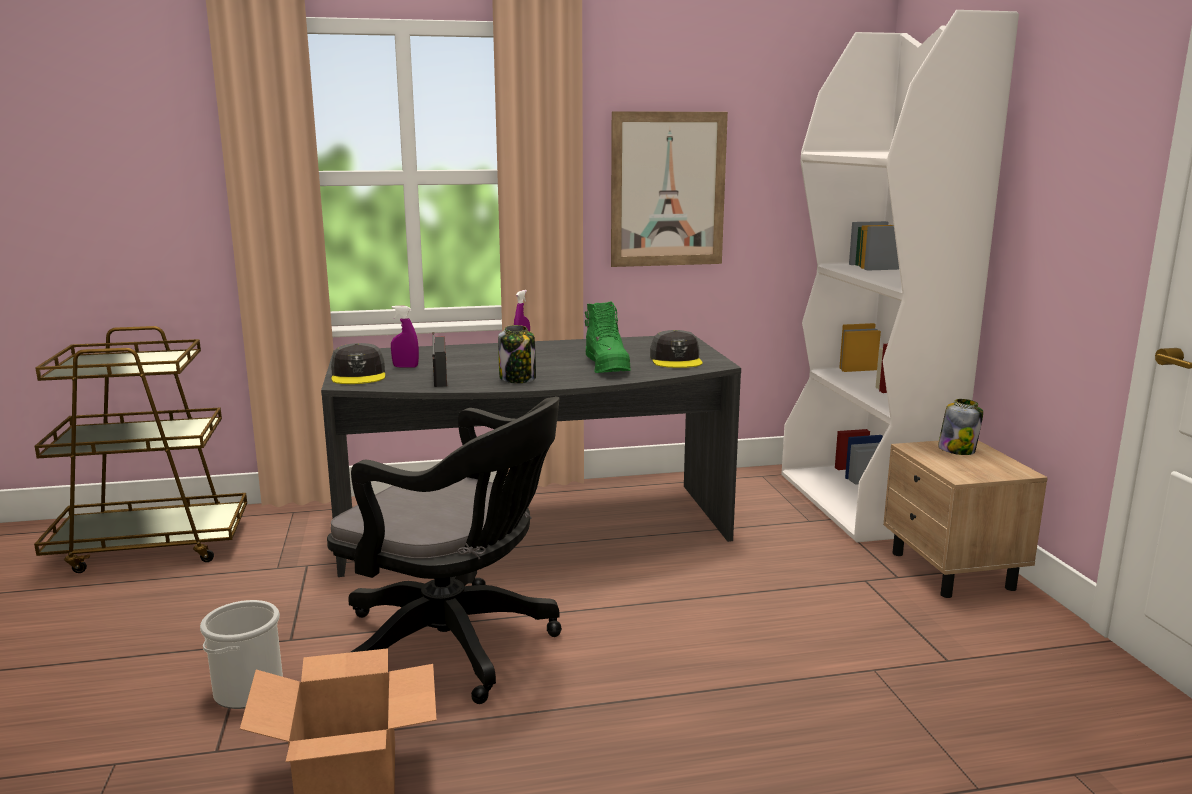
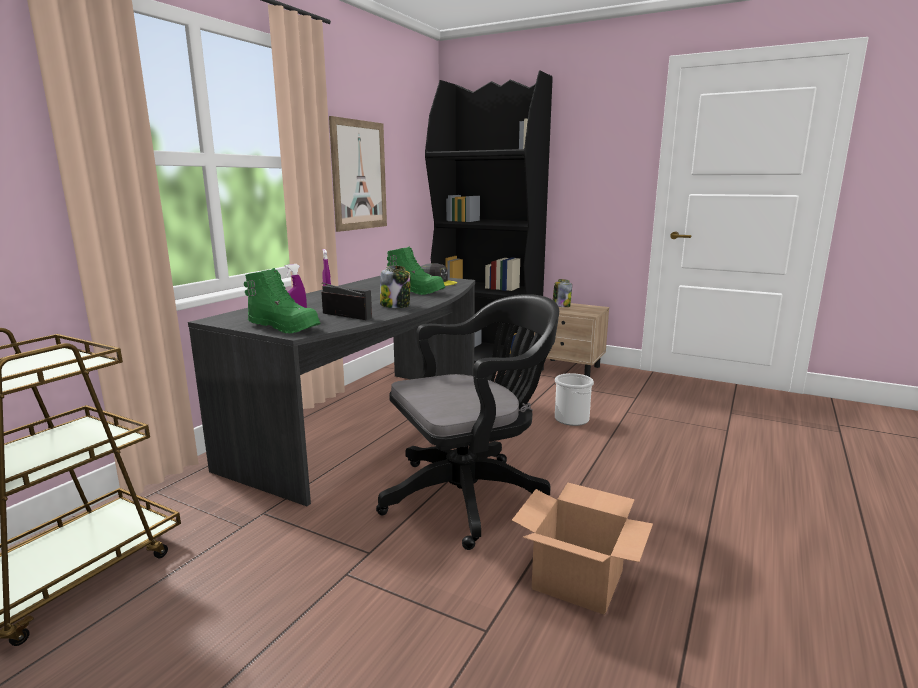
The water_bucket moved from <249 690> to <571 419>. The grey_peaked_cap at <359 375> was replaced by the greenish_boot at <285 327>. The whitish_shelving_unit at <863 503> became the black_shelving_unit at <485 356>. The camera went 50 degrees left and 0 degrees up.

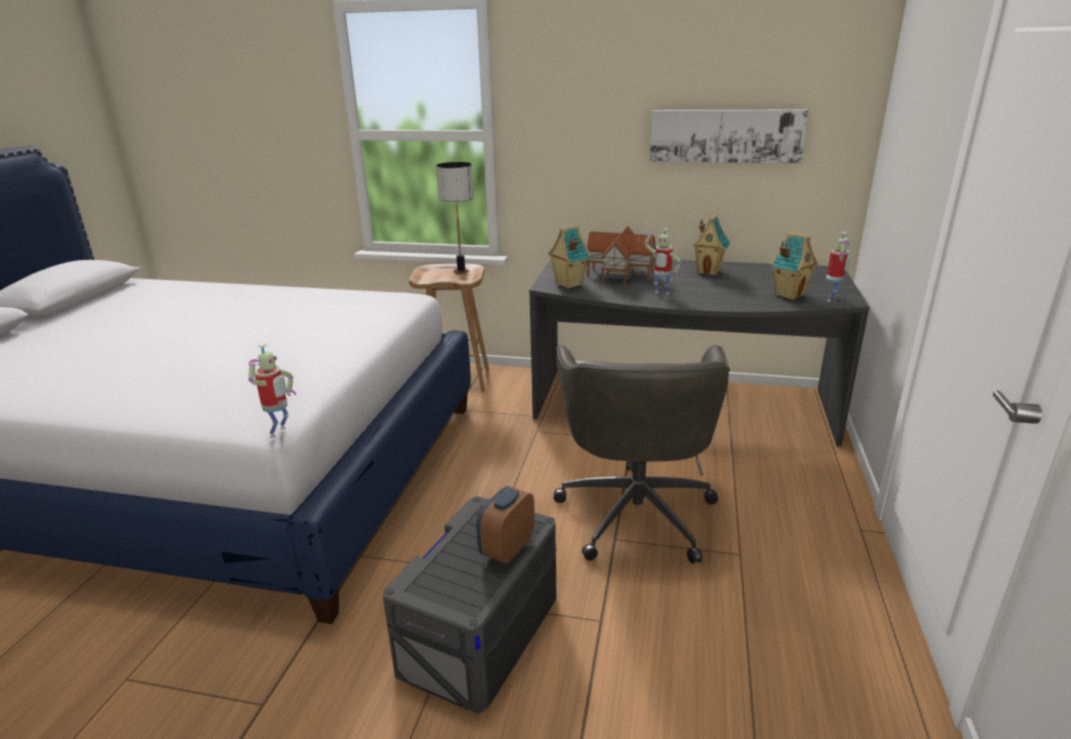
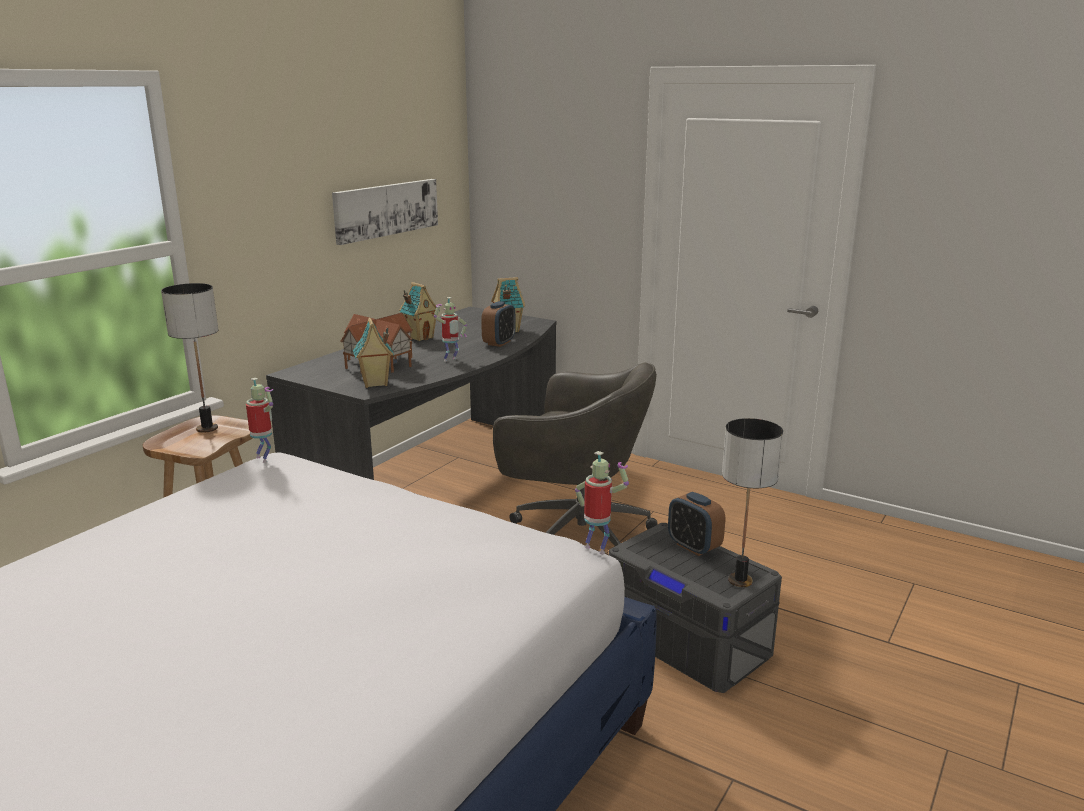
The robot_figure moved from <832 299> to <264 458>. The table_clock at <499 343> appeared. The lamp_for_a_table at <739 581> appeared. The camera went 70 degrees left and 5 degrees down.

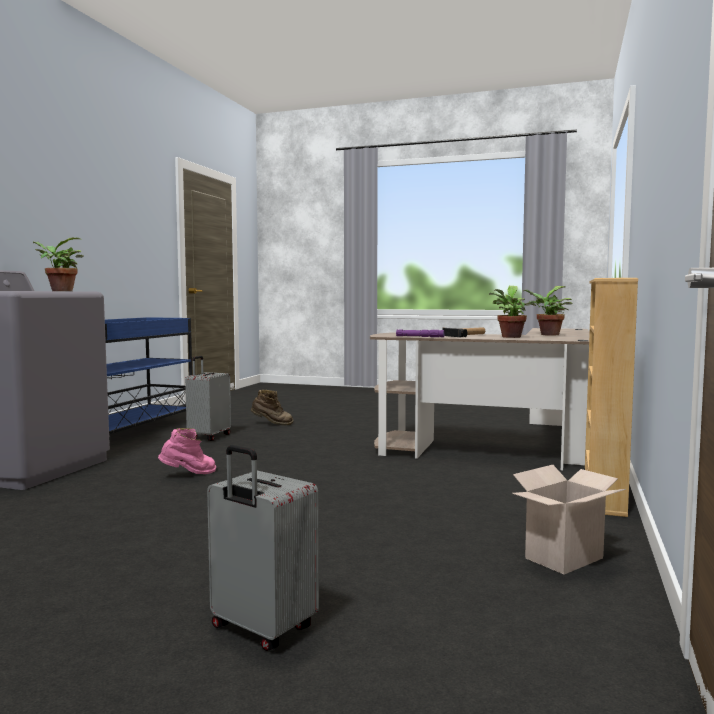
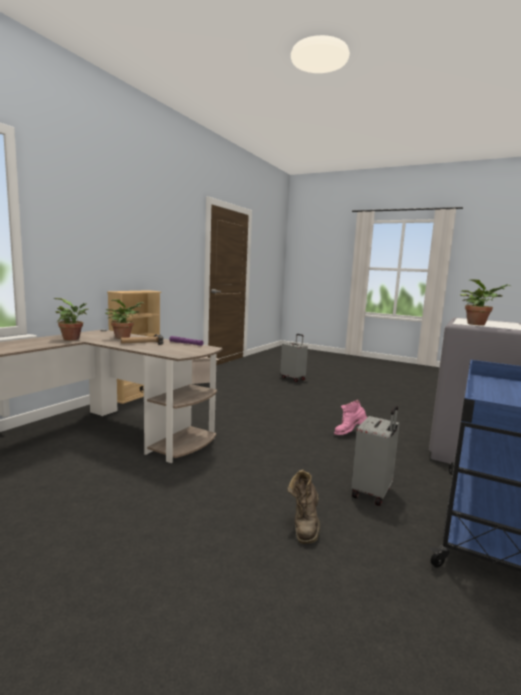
The brown_boot at <272 424> turned 90 degrees counterclockwise. The camera went 170 degrees left and 5 degrees up.

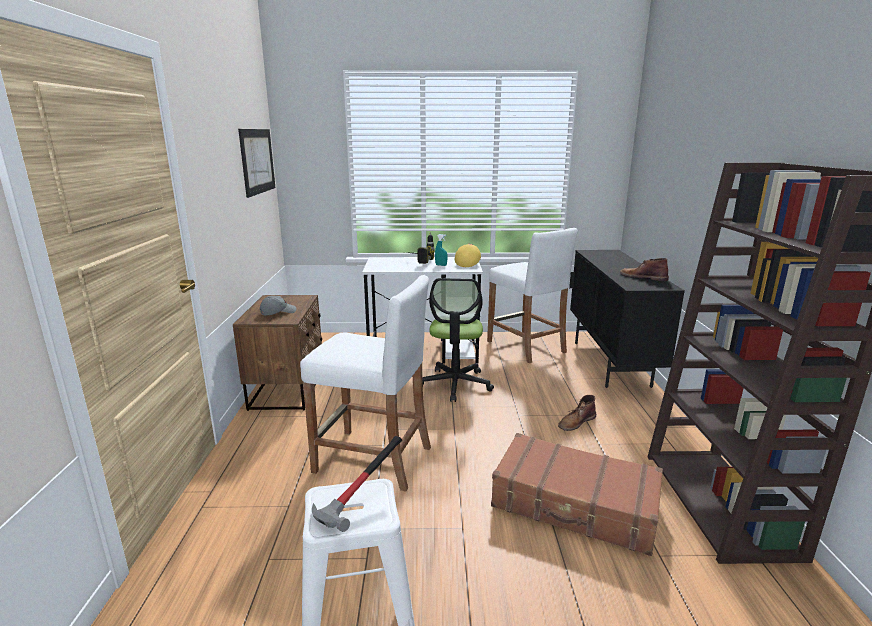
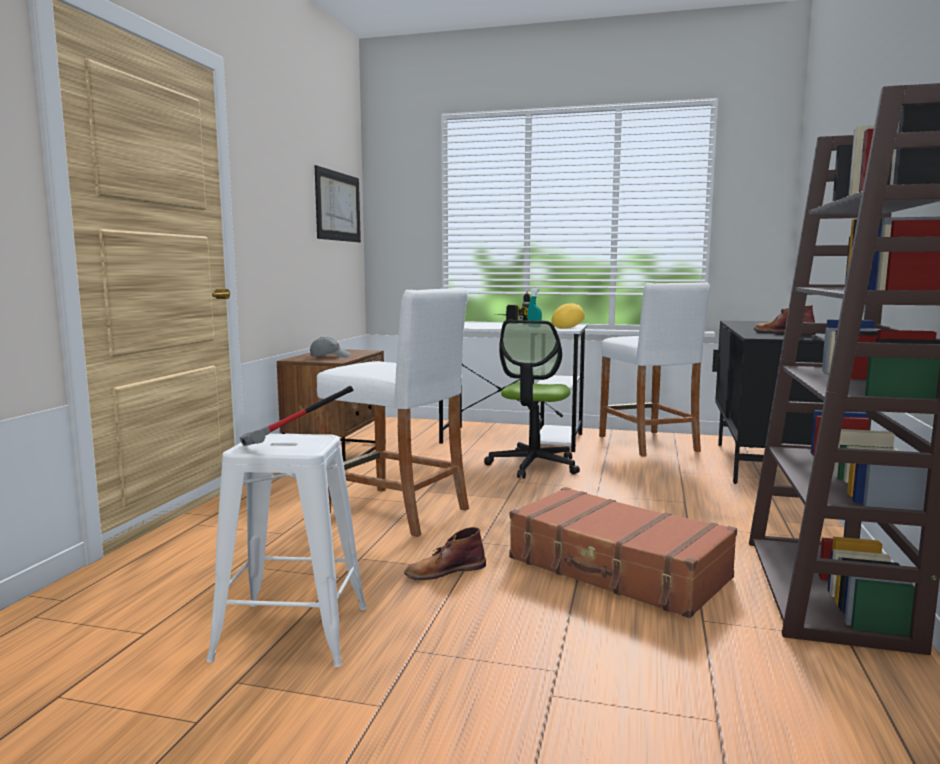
The brown_boot moved from <576 422> to <444 570>. The camera went 15 degrees right and 10 degrees down.

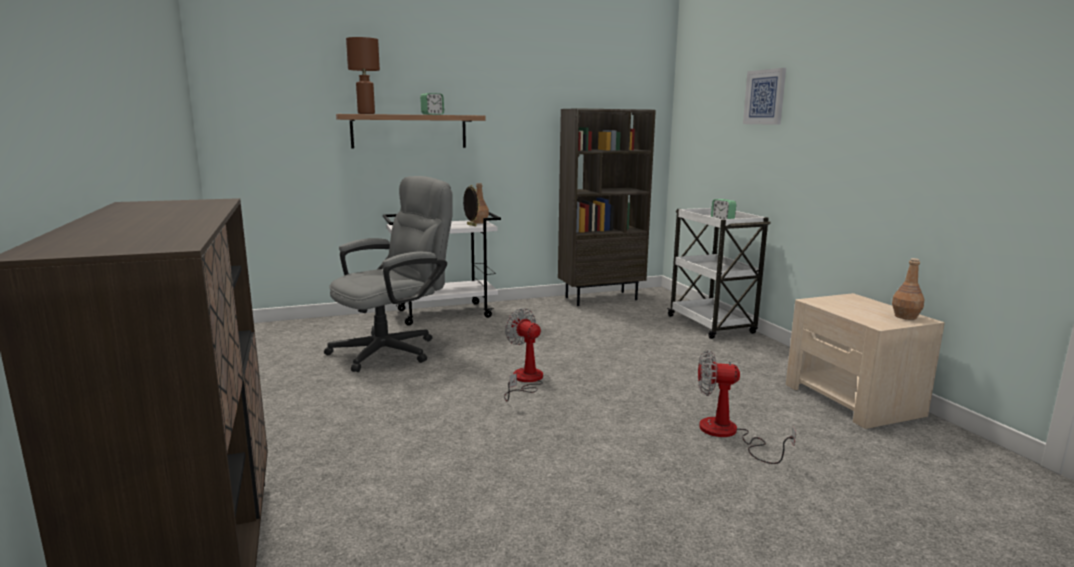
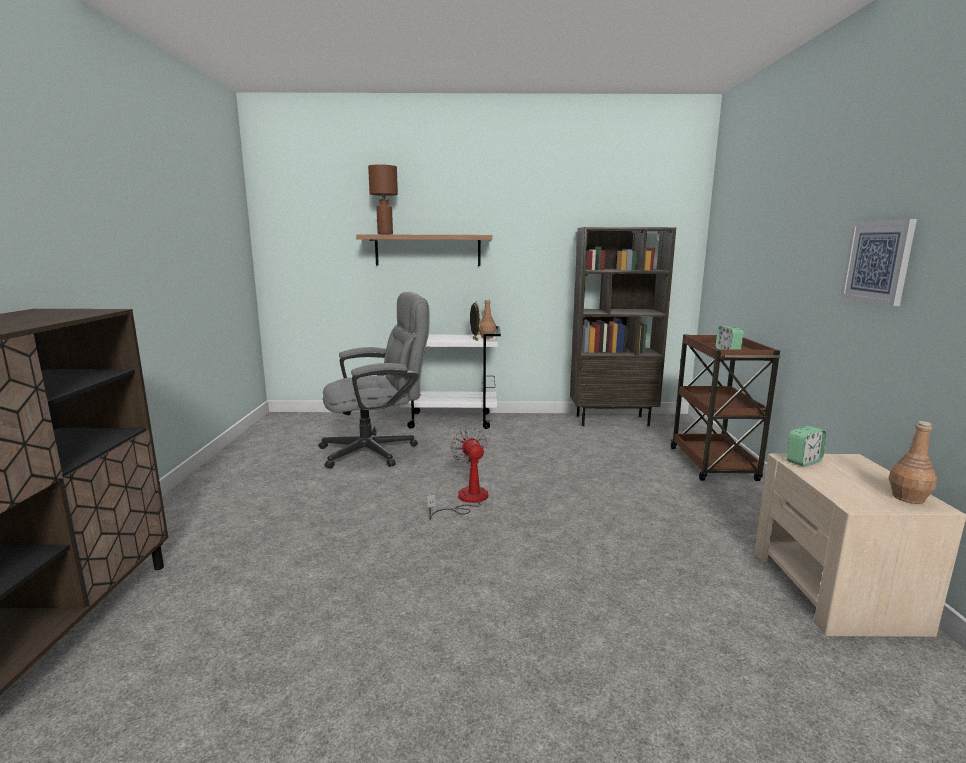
The table_clock moved from <432 114> to <803 461>. The whitish_wheeled_cart at <711 325> became the brown_wheeled_cart at <713 465>. The fan at <728 434> disappeared. The picture moved from <765 97> to <878 261>. The camera went 20 degrees right and 0 degrees up.

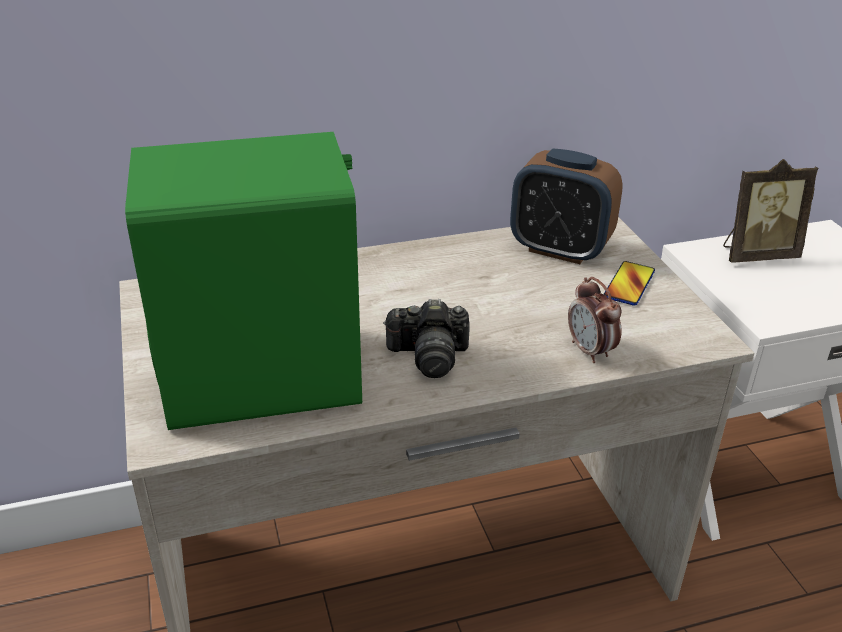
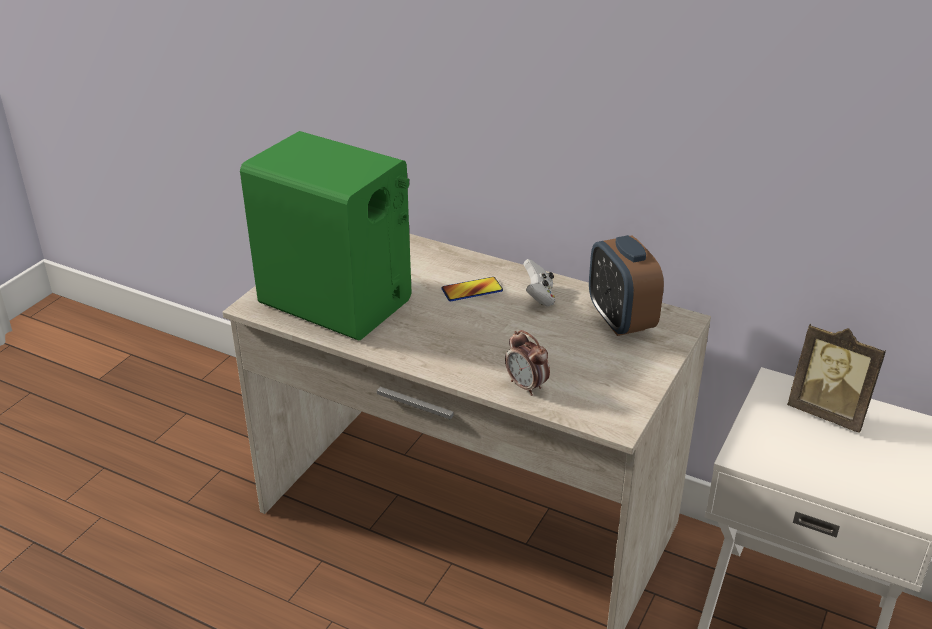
The photo_camera at <429 356> disappeared. The table_clock at <590 351> turned 60 degrees counterclockwise. The handset moved from <629 284> to <472 290>. The whitish_game_controller at <539 297> appeared. The camera went 45 degrees right and 0 degrees up.

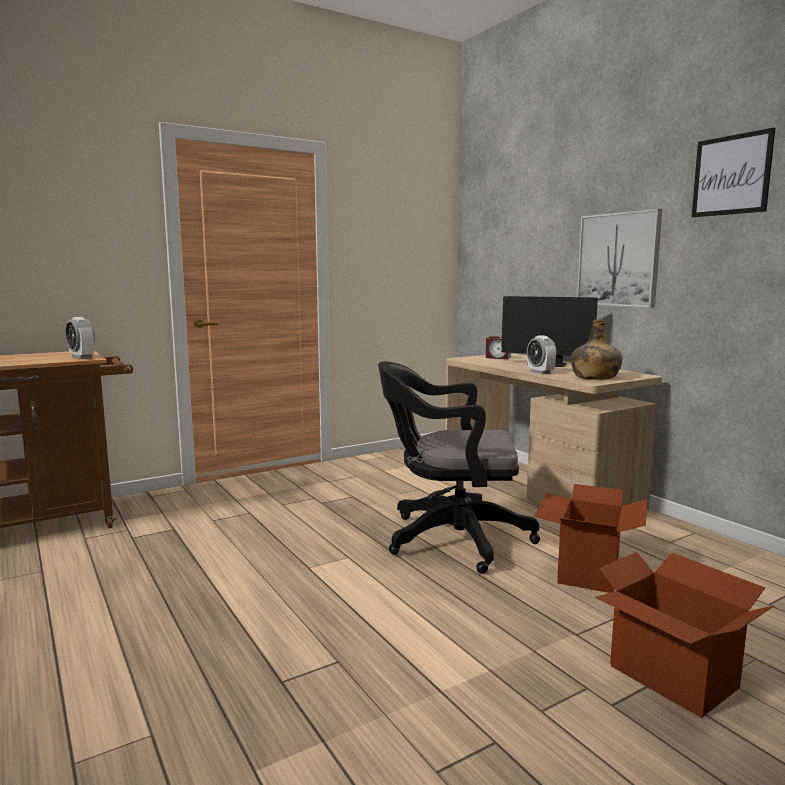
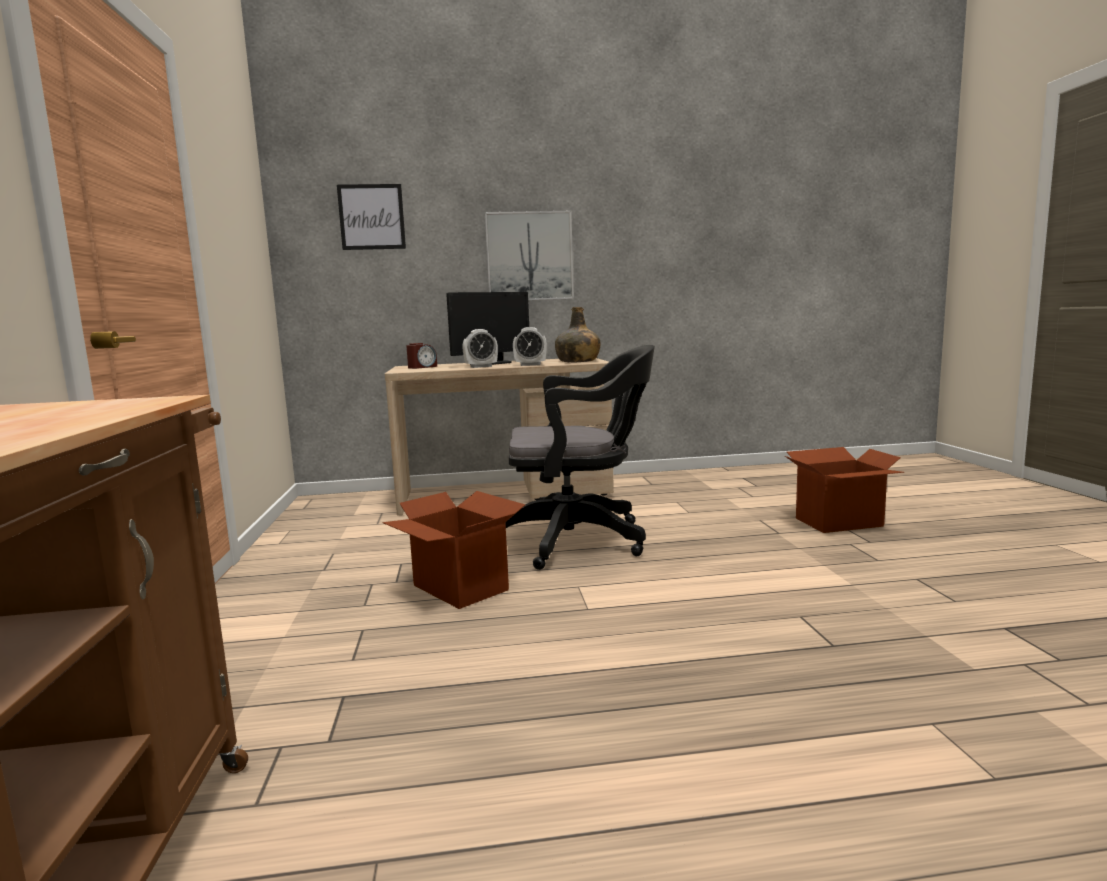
The table_clock moved from <82 357> to <481 367>. The black_computer_chair at <450 539> turned 120 degrees counterclockwise. The cardboard_box moved from <587 572> to <459 588>. The picture moved from <731 175> to <371 217>. The camera went 65 degrees left and 0 degrees up.

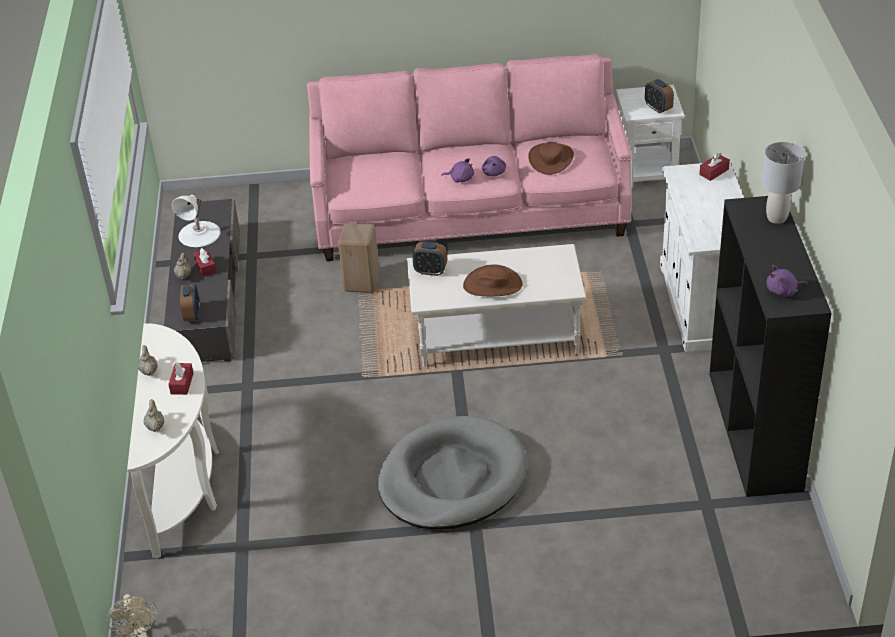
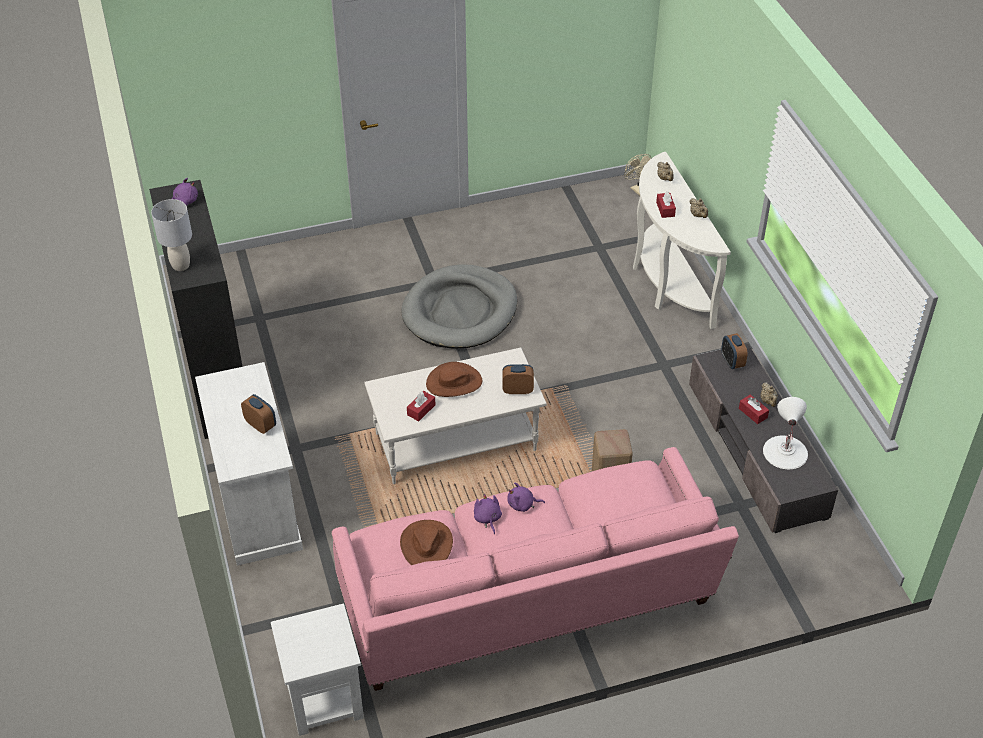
The table_clock moved from <658 108> to <261 425>. The red-coloured_box_of_tissues moved from <714 172> to <421 410>. The camera went 165 degrees right and 5 degrees up.

